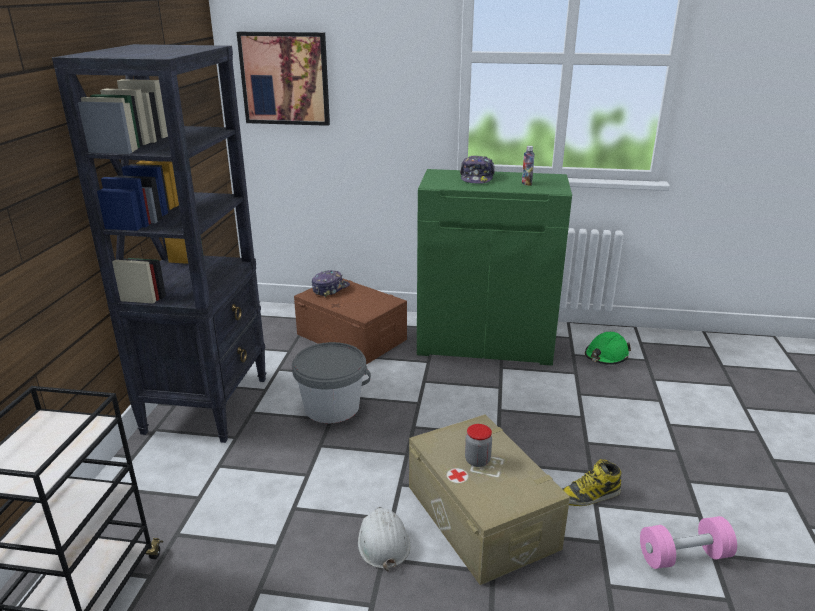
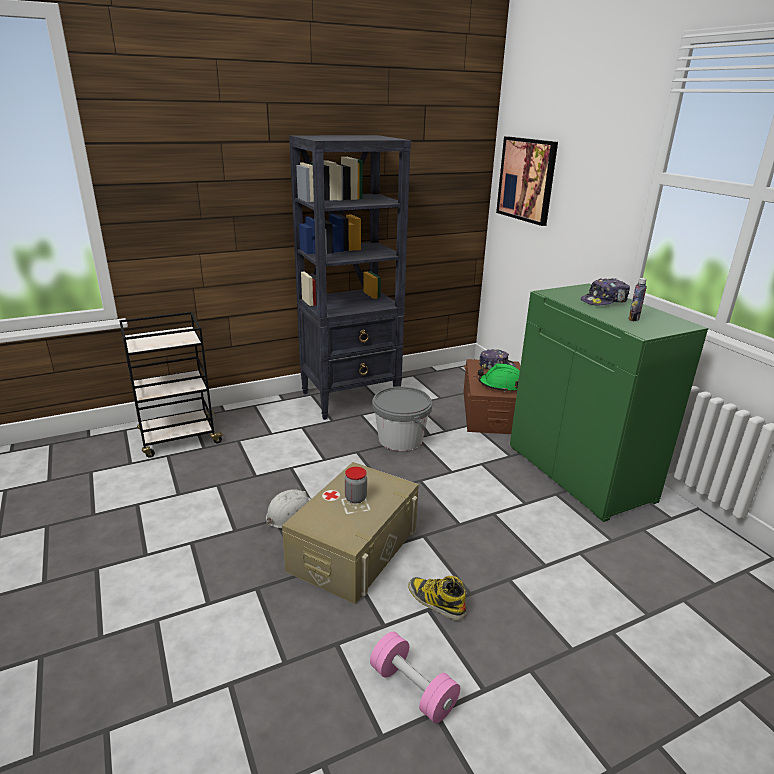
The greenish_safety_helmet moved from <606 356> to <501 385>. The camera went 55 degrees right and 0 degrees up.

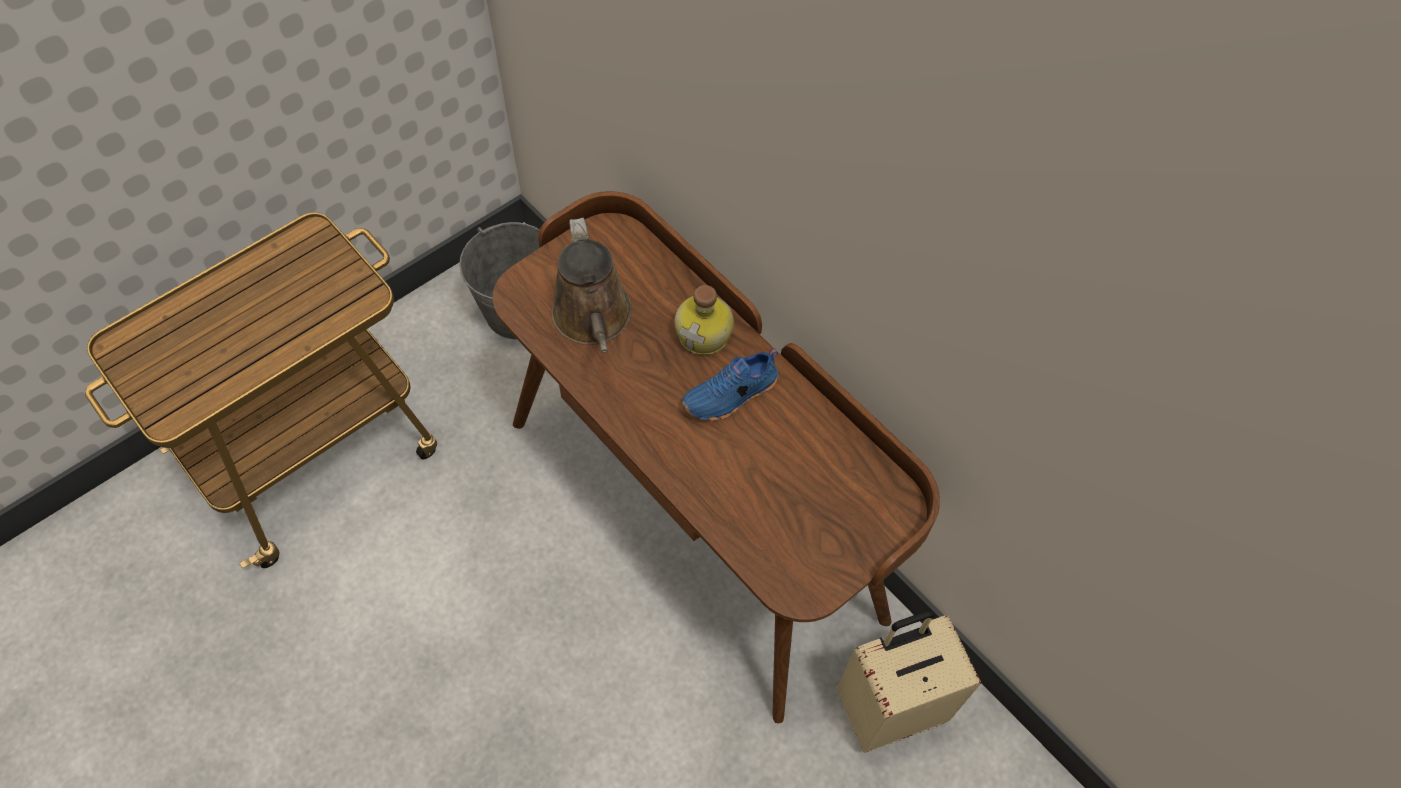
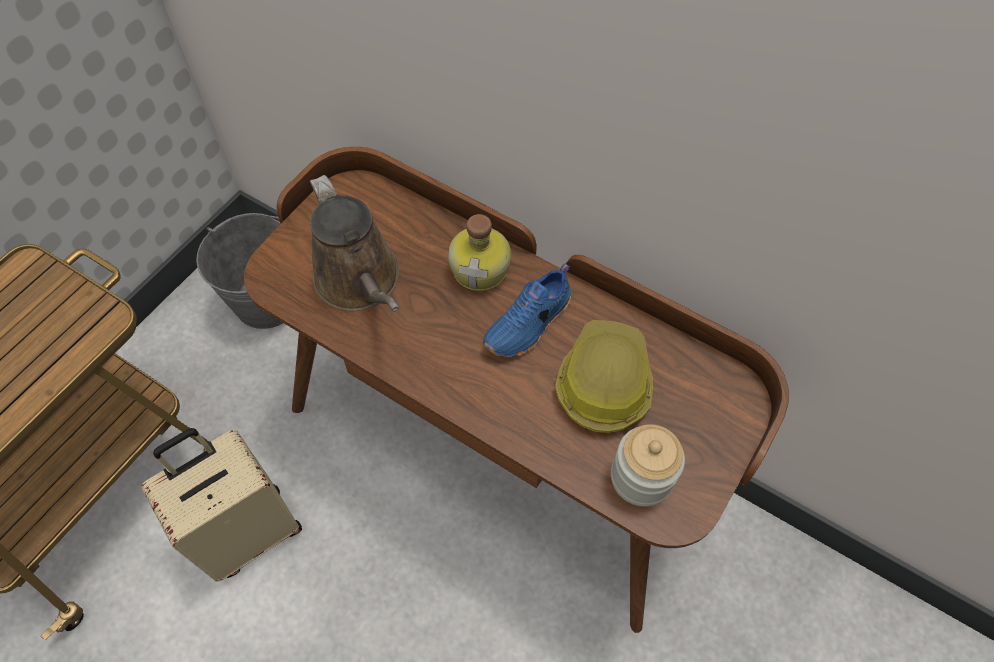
The sand-coloured_suitcase moved from <889 706> to <249 531>. The safety_helmet at <603 382> appeared. The preserve_jar at <641 477> appeared. The camera went 15 degrees left and 0 degrees up.

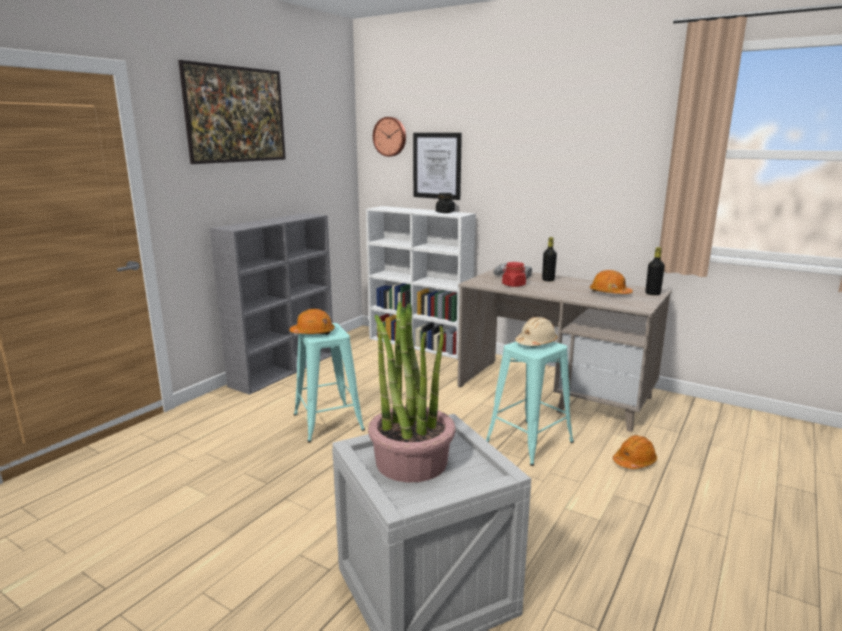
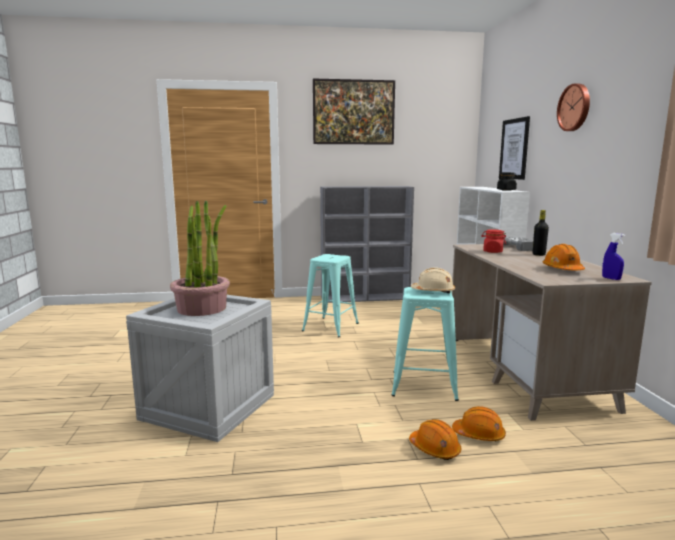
The orange-coloured_safety_helmet moved from <313 333> to <435 449>. The wall_clock moved from <390 136> to <575 107>. The black_bottle at <652 294> was replaced by the bluish_spray_bottle at <611 278>. The camera went 50 degrees right and 5 degrees down.

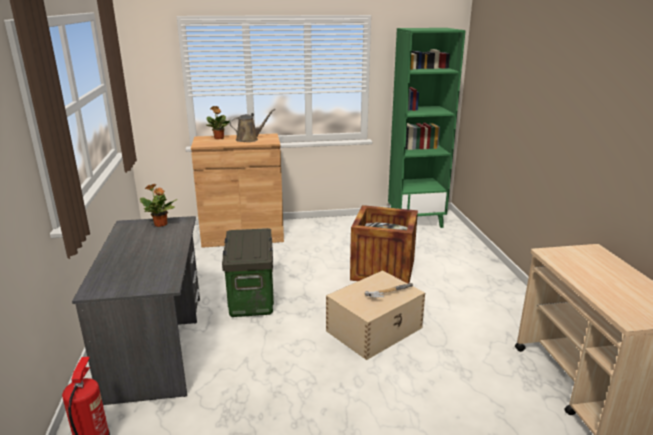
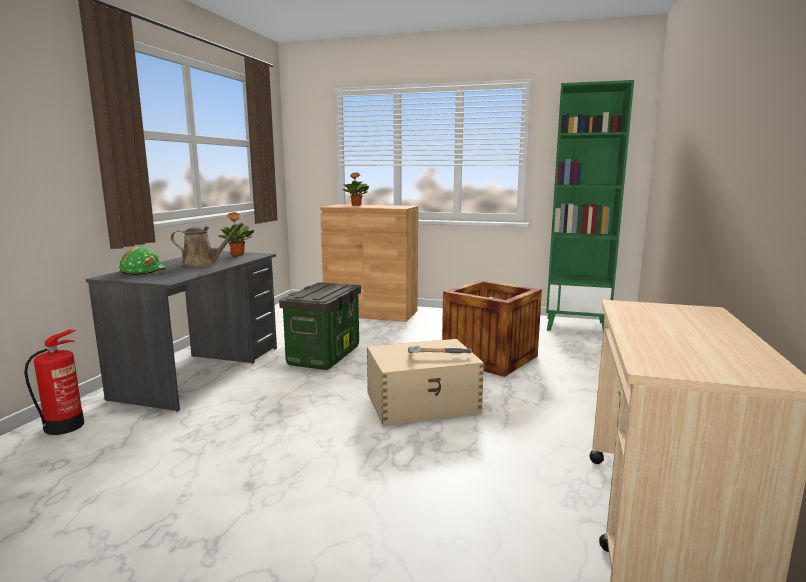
The brown_watering_can moved from <249 139> to <203 264>. The greenish_safety_helmet at <142 271> appeared. The camera went 25 degrees right and 10 degrees down.

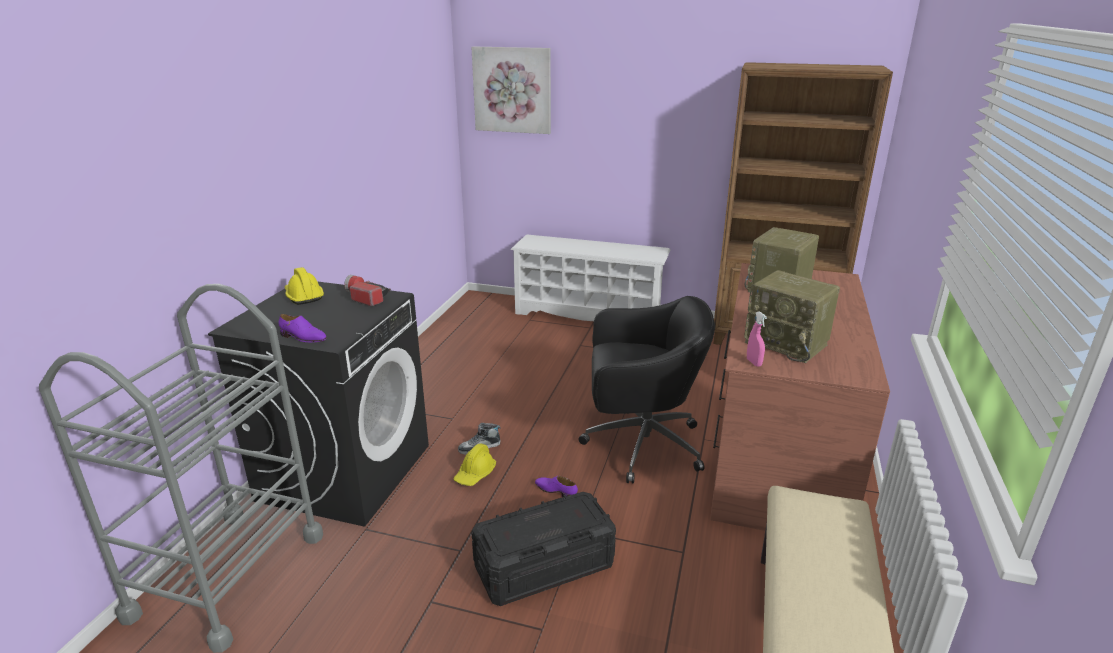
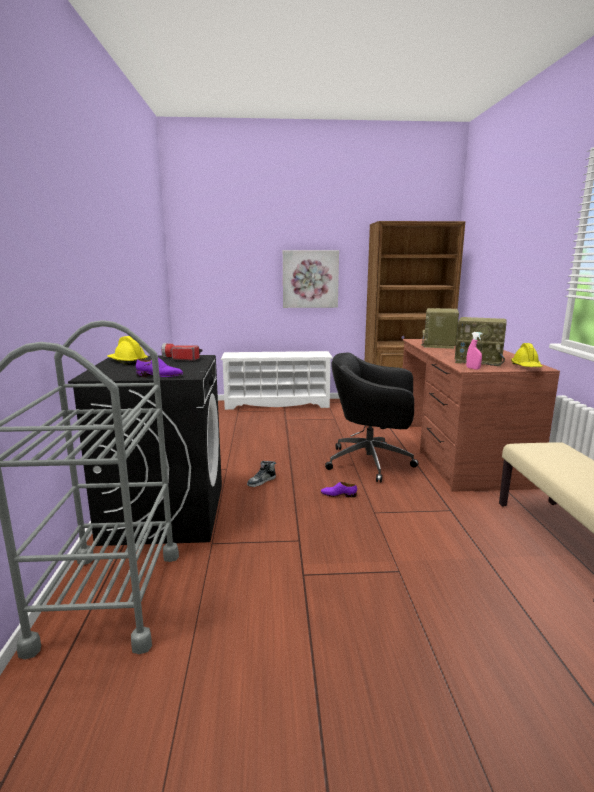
The yellow-coloured_safety_helmet moved from <475 474> to <526 367>. The picture moved from <512 90> to <310 279>. The black_storage_bin at <544 566> disappeared. The black_computer_chair at <640 445> turned 150 degrees counterclockwise. The camera went 20 degrees left and 10 degrees down.

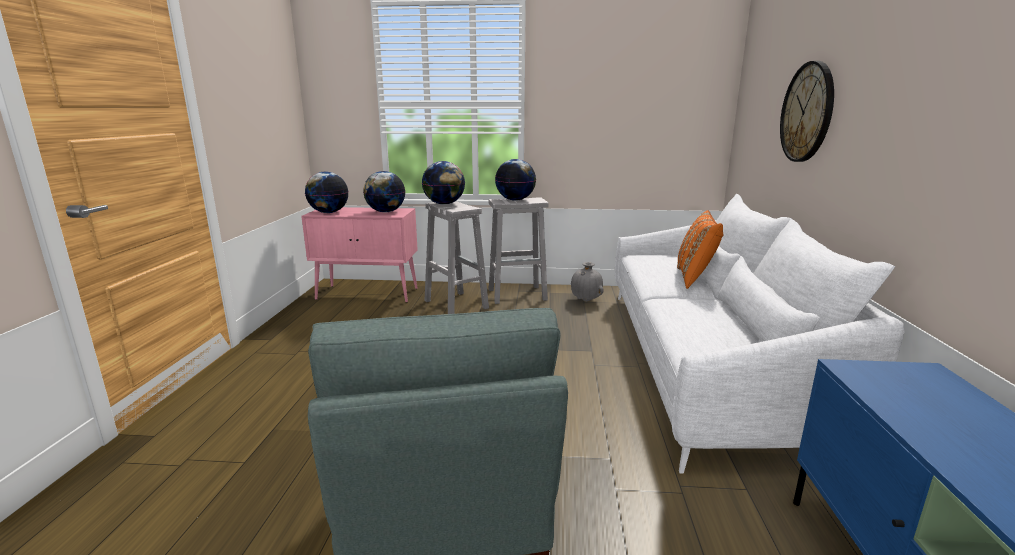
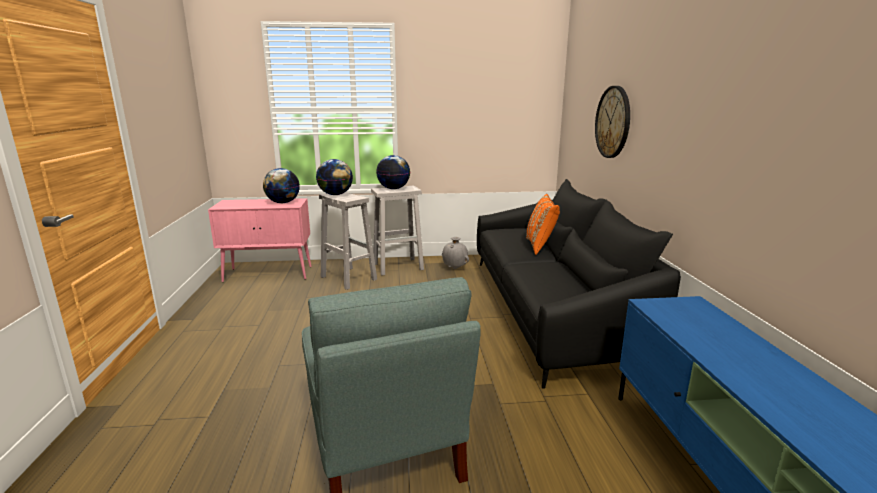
The world_globe at <329 212> disappeared. The whitish_sofa at <704 361> became the black_sofa at <550 309>. The camera went 10 degrees left and 0 degrees up.

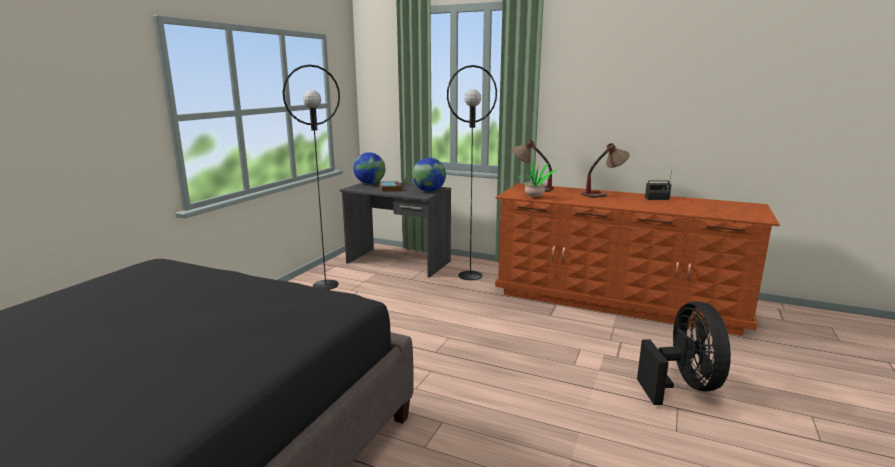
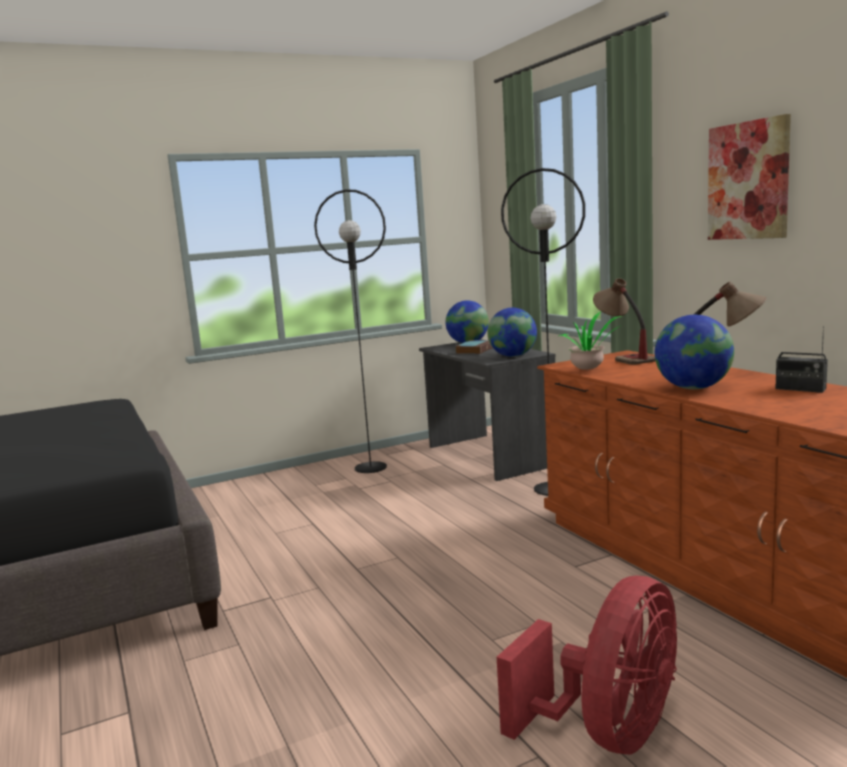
The black_fan at <683 385> became the red-coloured_fan at <609 732>. The world_globe at <693 388> appeared. The picture at <748 181> appeared. The camera went 40 degrees right and 5 degrees down.

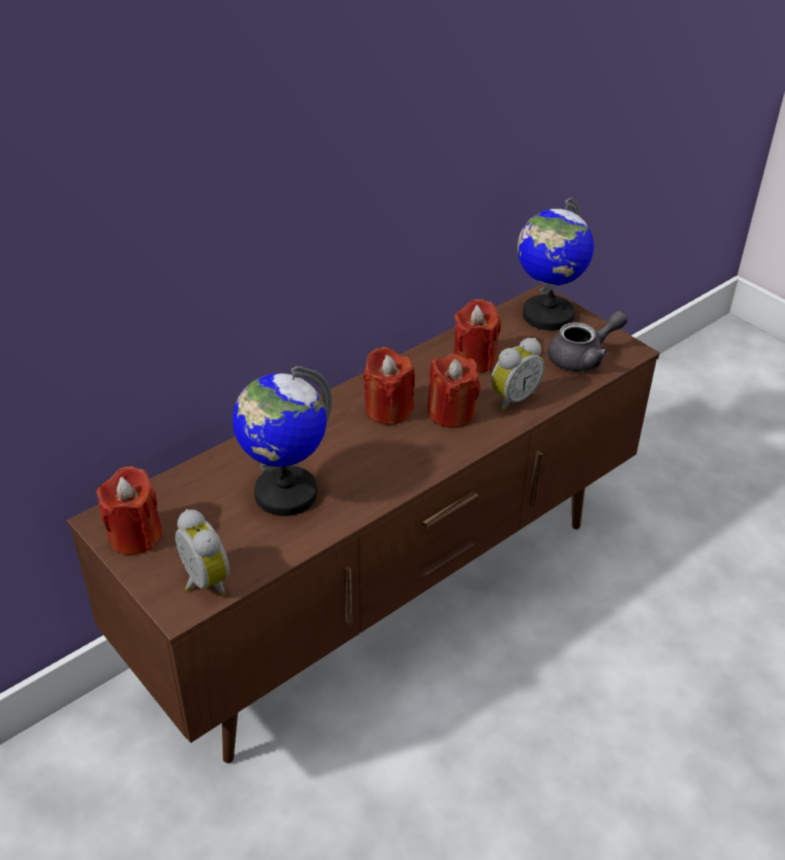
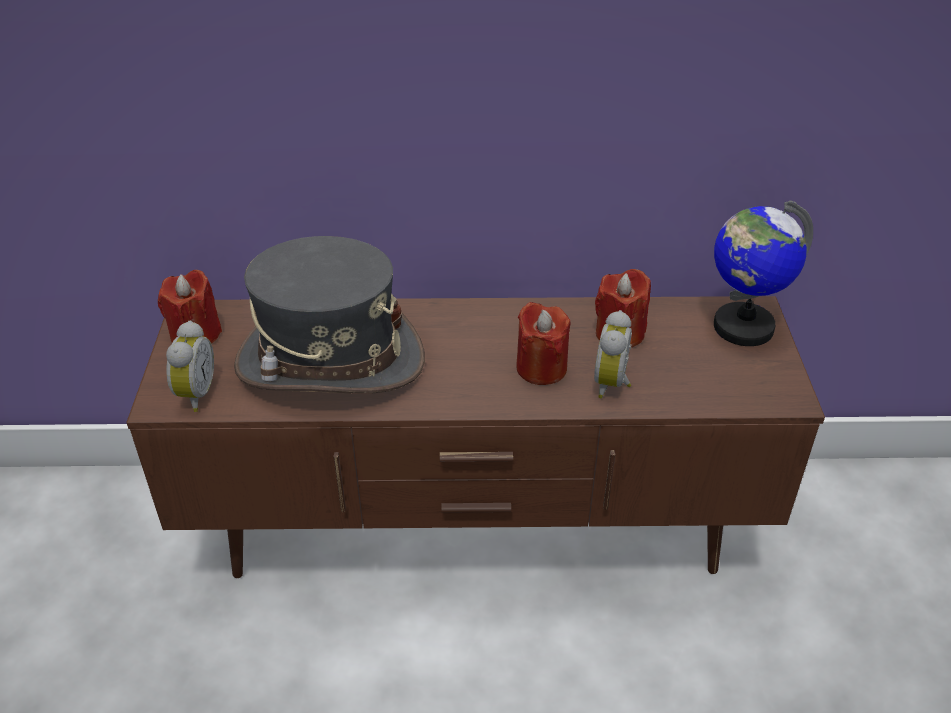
The world_globe at <285 493> was replaced by the grey_wearable_hat at <330 361>. The red-coloured_candle at <388 410> disappeared. The table_clock at <512 398> turned 105 degrees clockwise. The grey_tea_pot at <583 358> disappeared. The camera went 40 degrees right and 0 degrees up.

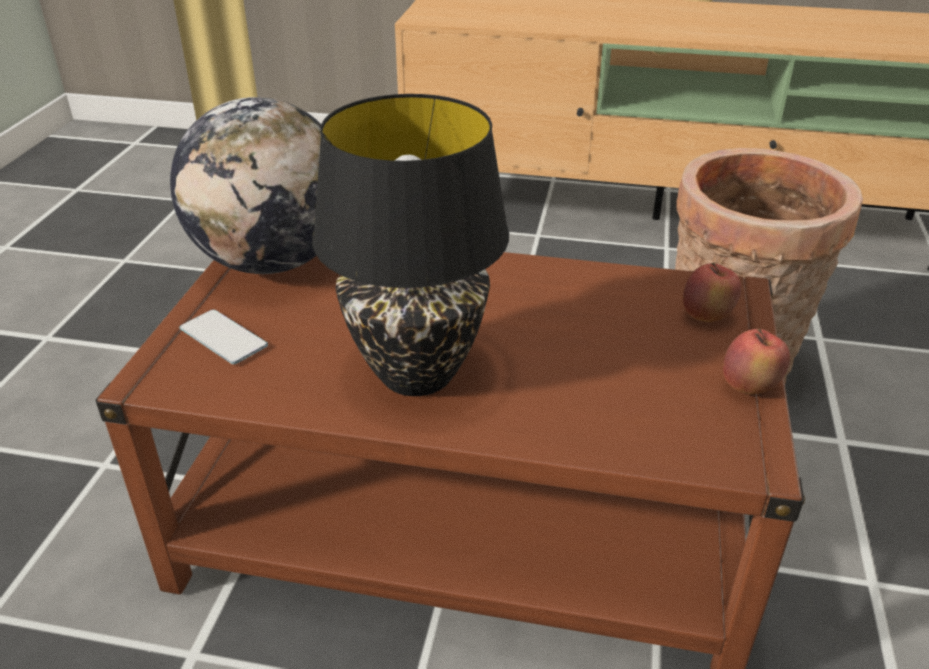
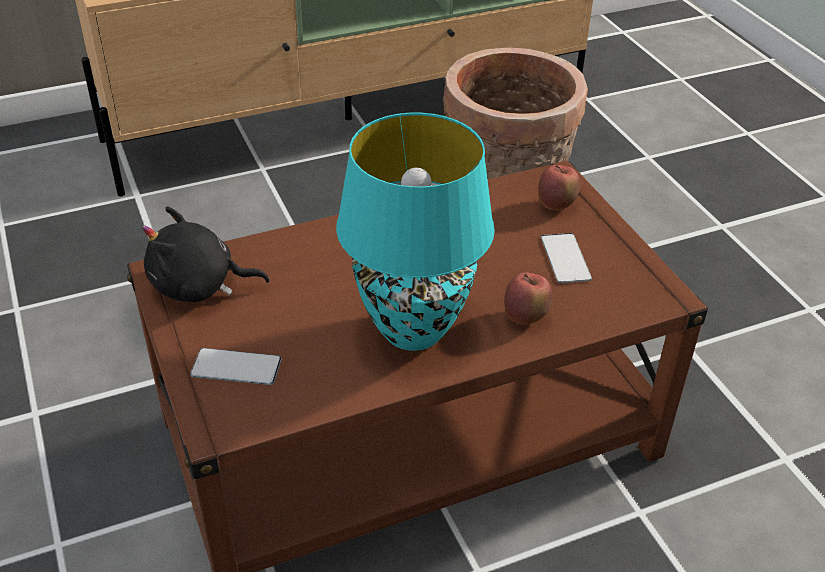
The world_globe at <273 261> was replaced by the black_cuddly_toy at <199 286>. The black_lamp_for_a_table at <419 374> became the blue-green_lamp_for_a_table at <414 329>. The apple moved from <749 387> to <525 317>. The handset at <565 258> appeared. The camera went 35 degrees left and 5 degrees up.

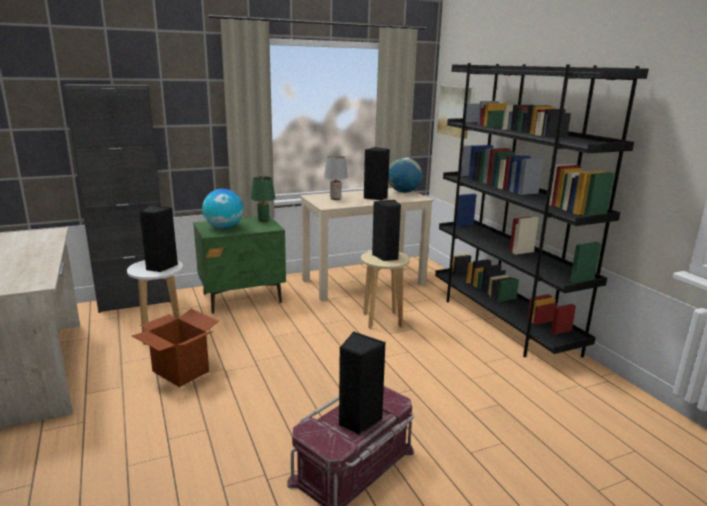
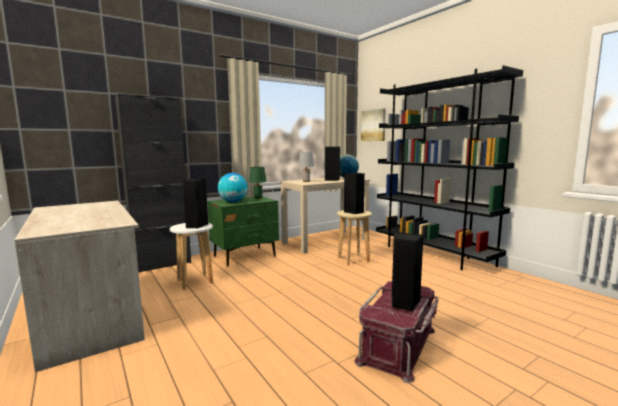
The cardboard_box at <180 371> disappeared. The camera went 10 degrees left and 10 degrees down.

